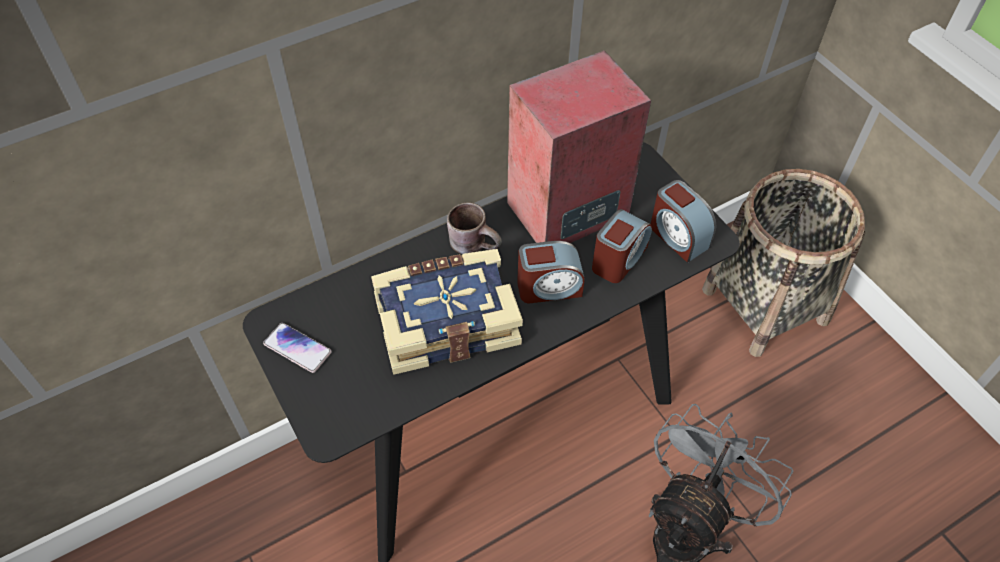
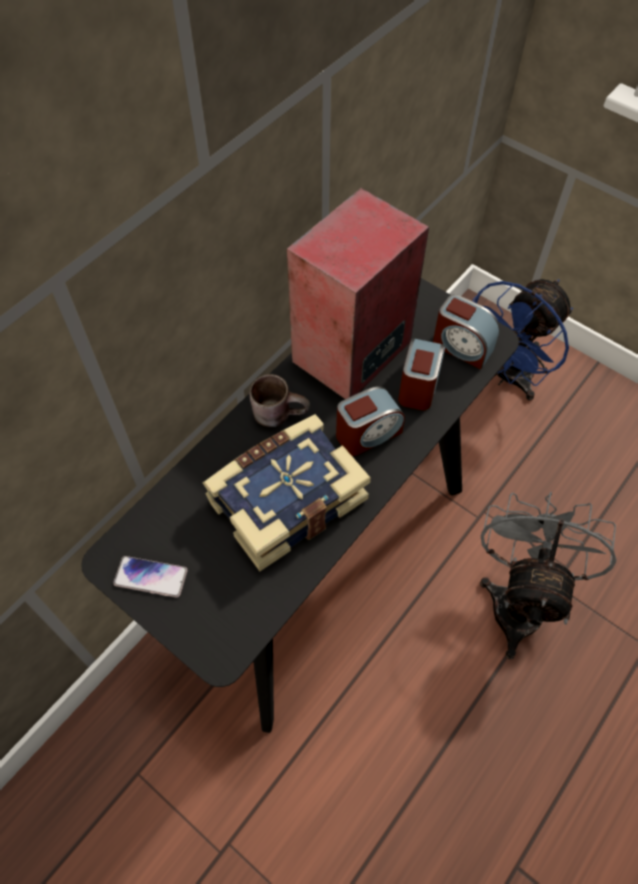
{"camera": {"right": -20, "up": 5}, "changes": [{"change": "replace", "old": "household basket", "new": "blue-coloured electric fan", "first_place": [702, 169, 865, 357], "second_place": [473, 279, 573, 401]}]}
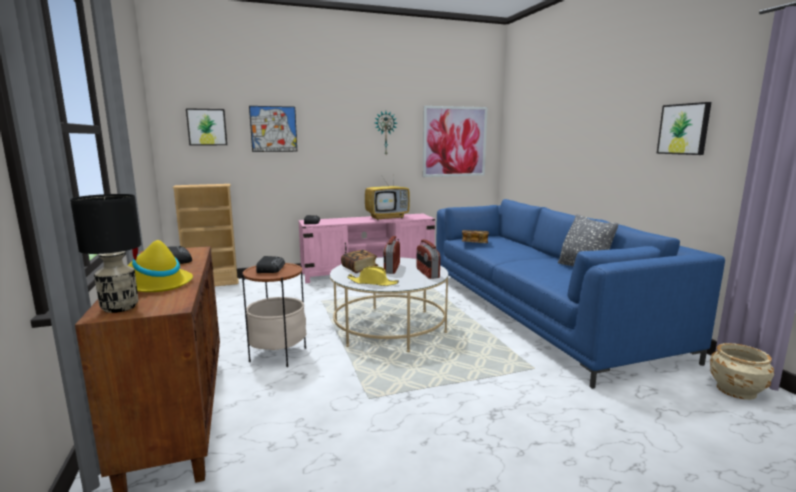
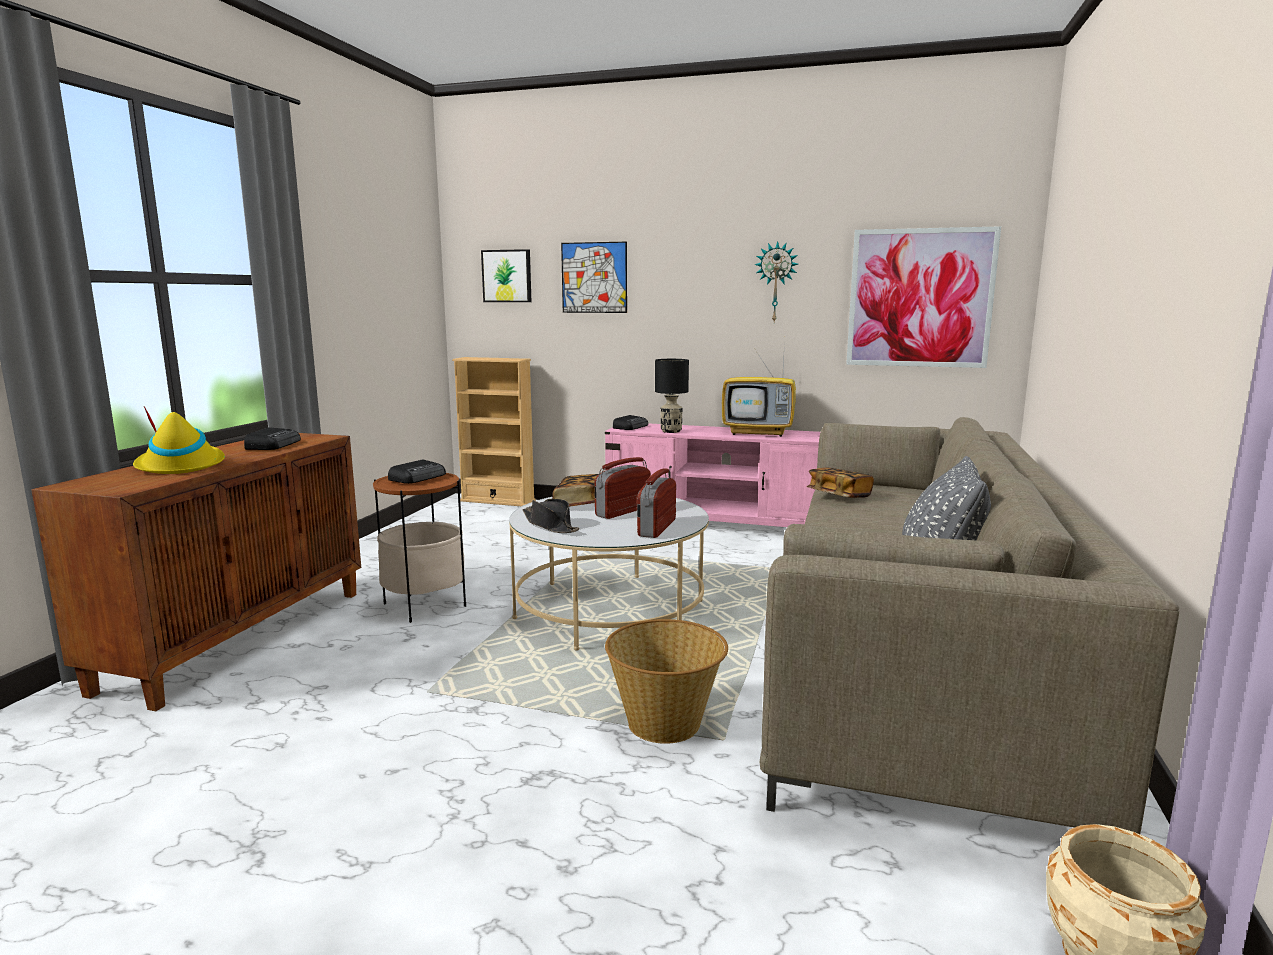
{"camera": {"right": 35, "up": 0}, "changes": [{"change": "move", "old": "black-coloured table lamp", "first_place": [70, 194, 141, 313], "second_place": [655, 359, 689, 433]}, {"change": "recolor", "old": "yellow-coloured clothing hat", "new": "black-coloured clothing hat", "first_place": [347, 266, 399, 286], "second_place": [522, 499, 580, 533]}, {"change": "recolor", "old": "blue-coloured couch", "new": "beige couch", "first_place": [436, 199, 725, 389], "second_place": [760, 417, 1179, 834]}, {"change": "delete", "old": "wall picture", "first_place": [657, 102, 711, 155]}, {"change": "insert", "new": "household basket", "second_place": [605, 619, 728, 744]}]}
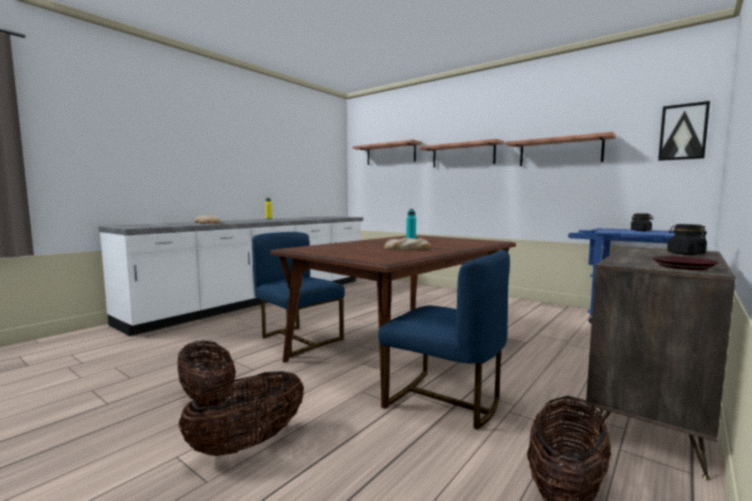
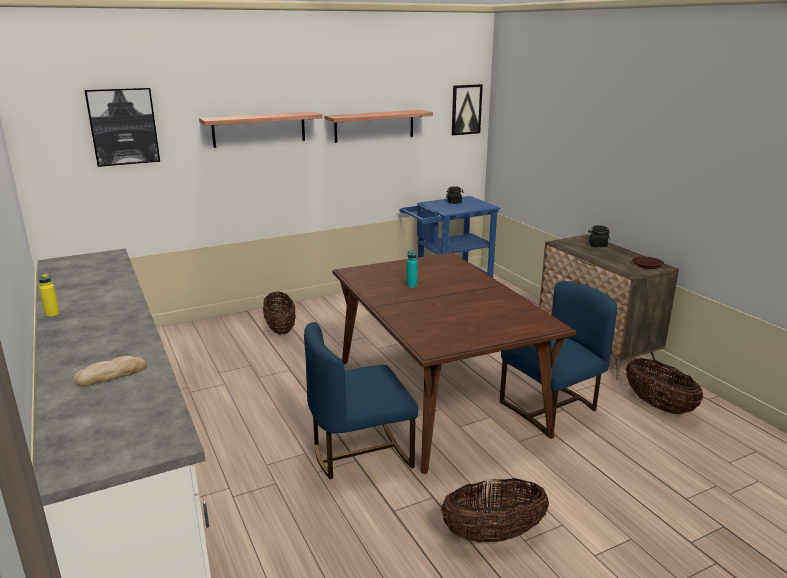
{"camera": {"right": -65, "up": 15}, "changes": [{"change": "move", "old": "household basket", "first_place": [178, 371, 304, 456], "second_place": [263, 292, 296, 335]}, {"change": "replace", "old": "bracket shelf", "new": "wall picture", "first_place": [353, 140, 422, 165], "second_place": [84, 88, 160, 167]}, {"change": "delete", "old": "bakery bread", "first_place": [384, 238, 431, 250]}]}
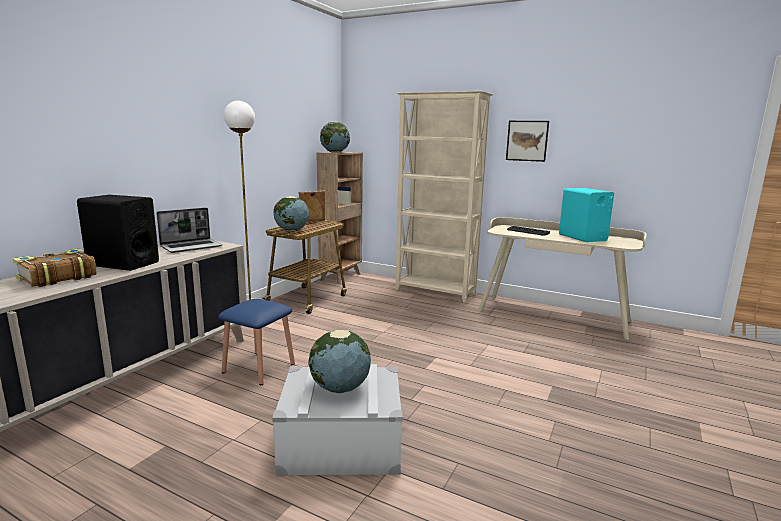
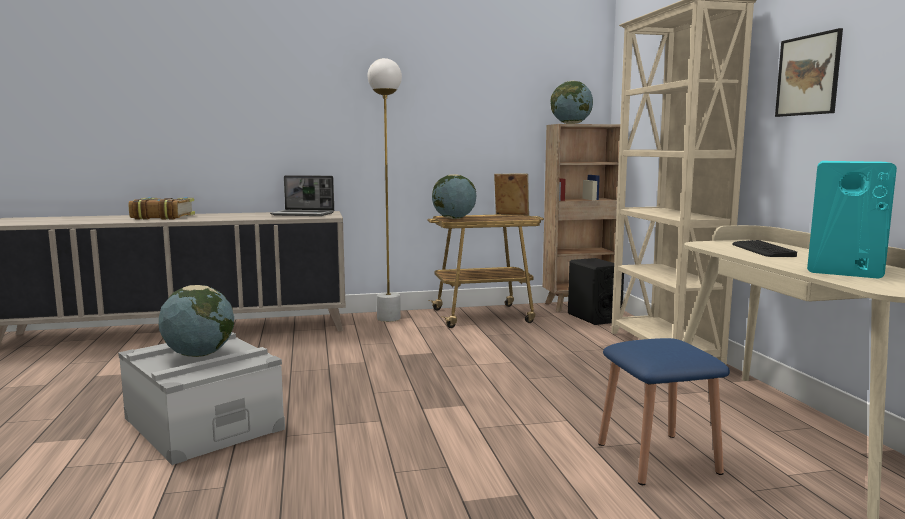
{"camera": {"right": 50, "up": -5}, "changes": [{"change": "move", "old": "black-coloured speaker", "first_place": [77, 195, 159, 271], "second_place": [568, 258, 624, 325]}, {"change": "move", "old": "blue-coloured sitting stool", "first_place": [218, 299, 295, 385], "second_place": [598, 338, 730, 485]}]}
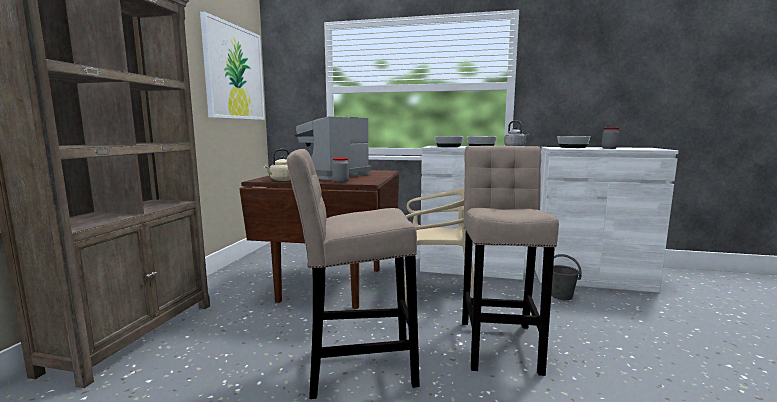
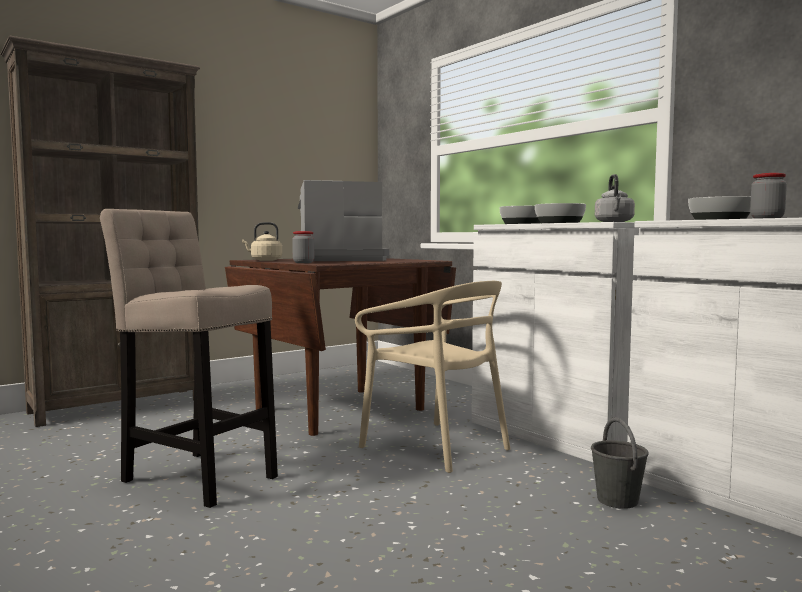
{"camera": {"right": 40, "up": -5}, "changes": [{"change": "delete", "old": "wall picture", "first_place": [200, 12, 265, 120]}, {"change": "delete", "old": "beige sitting stool", "first_place": [462, 146, 559, 376]}]}
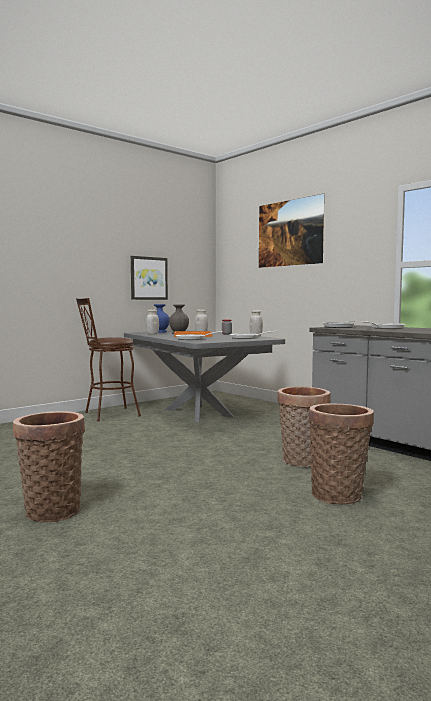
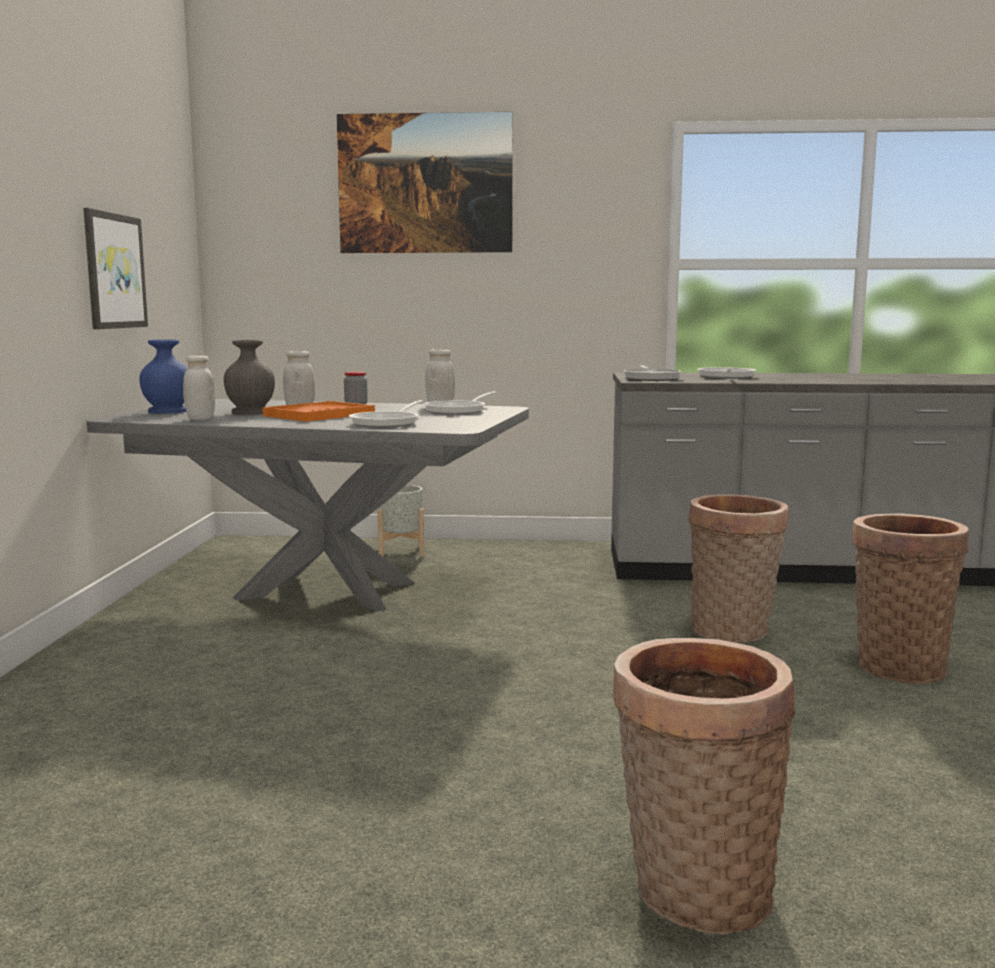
{"camera": {"right": -45, "up": 5}, "changes": [{"change": "delete", "old": "brown-coloured sitting stool", "first_place": [76, 298, 141, 421]}, {"change": "insert", "new": "gray plant pot", "second_place": [378, 485, 424, 557]}]}
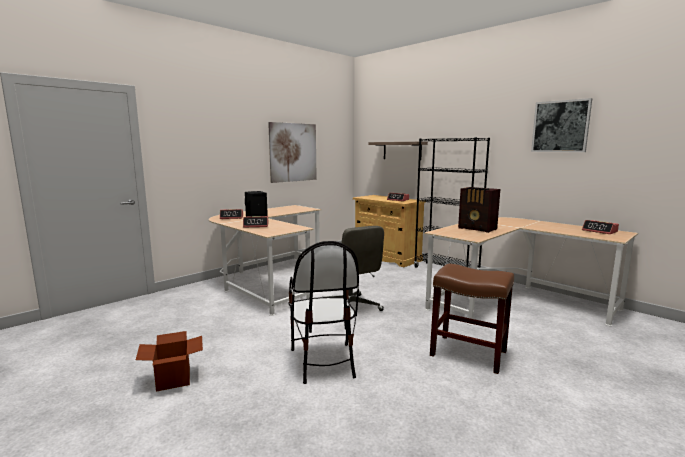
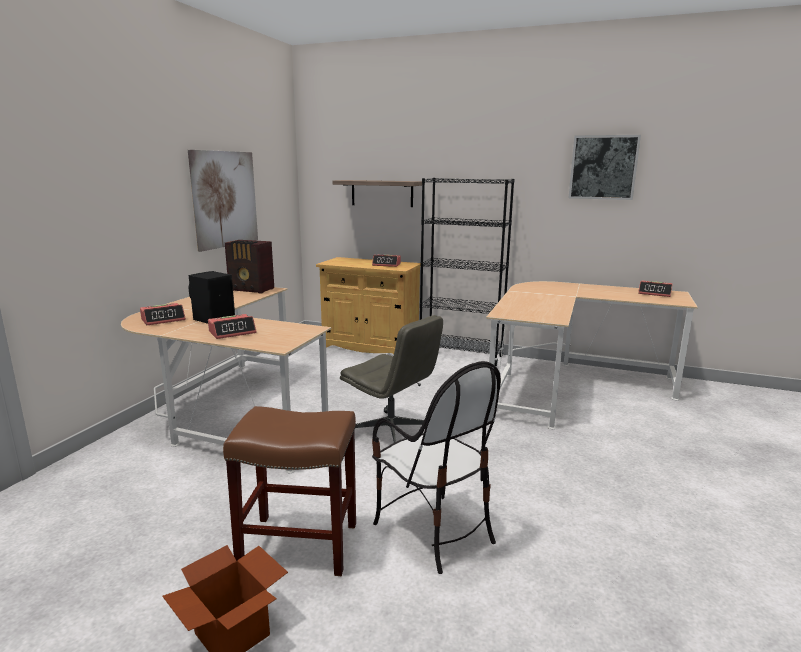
{"camera": {"right": -25, "up": 5}, "changes": [{"change": "move", "old": "brown-coloured sitting stool", "first_place": [430, 264, 514, 374], "second_place": [223, 406, 356, 576]}, {"change": "move", "old": "radio set", "first_place": [458, 187, 500, 233], "second_place": [225, 240, 274, 294]}]}
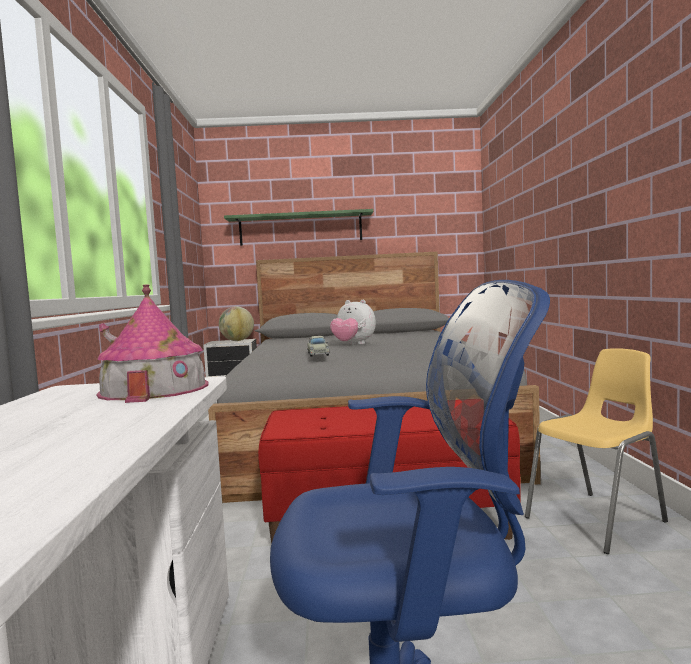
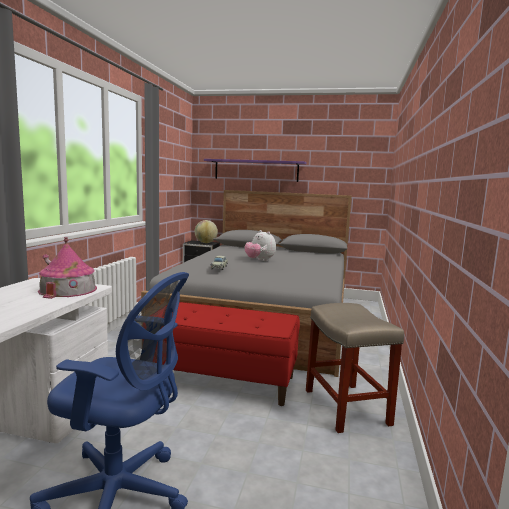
{"camera": {"right": 15, "up": 5}, "changes": [{"change": "recolor", "old": "greenish bracket shelf", "new": "purple-coloured bracket shelf", "first_place": [224, 209, 373, 246], "second_place": [204, 159, 307, 182]}, {"change": "replace", "old": "yellow-coloured plain chair", "new": "beige sitting stool", "first_place": [525, 348, 668, 554], "second_place": [306, 303, 404, 433]}]}
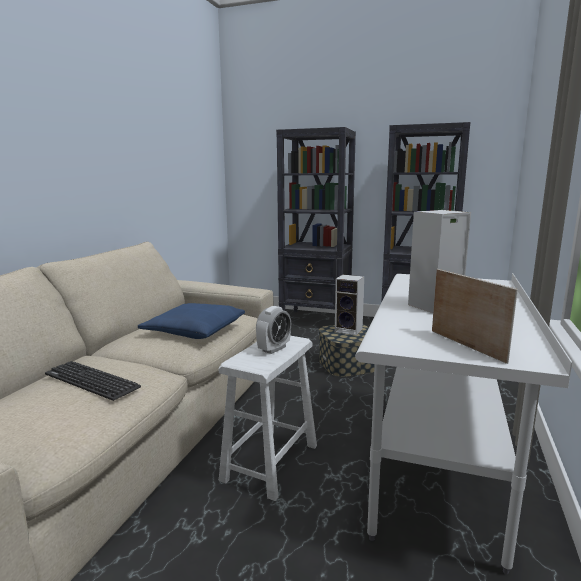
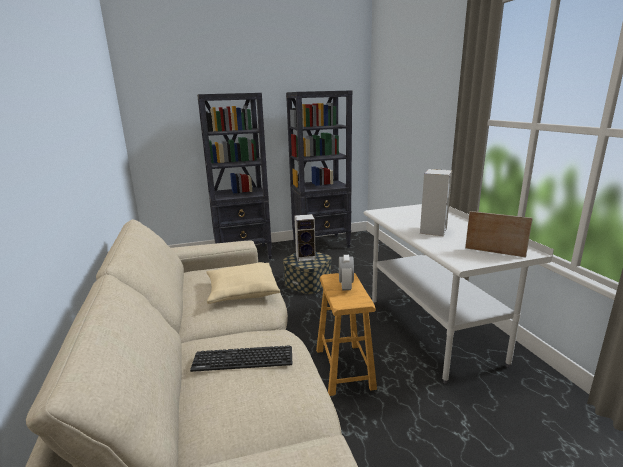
{"camera": {"right": -35, "up": 5}, "changes": [{"change": "recolor", "old": "blue-coloured cushion", "new": "beige cushion", "first_place": [138, 303, 245, 339], "second_place": [207, 262, 280, 304]}, {"change": "recolor", "old": "white-coloured sitting stool", "new": "brown-coloured sitting stool", "first_place": [218, 336, 317, 501], "second_place": [316, 273, 377, 396]}]}
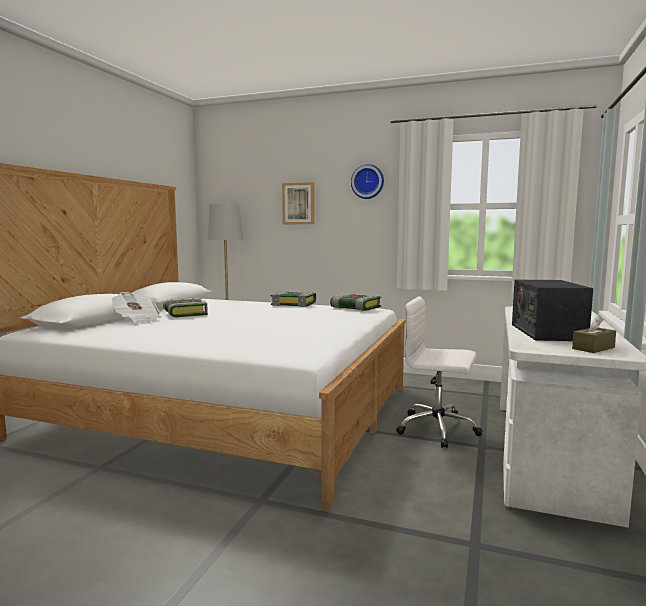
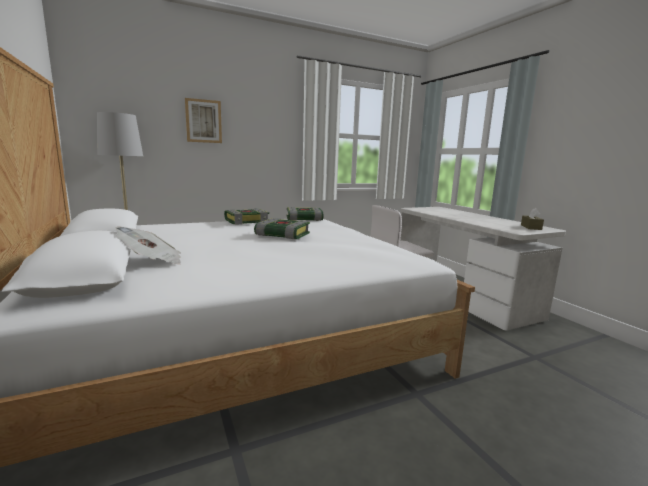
{"camera": {"right": -45, "up": 5}, "changes": [{"change": "move", "old": "book", "first_place": [163, 298, 208, 317], "second_place": [254, 218, 310, 239]}, {"change": "delete", "old": "hanging clock", "first_place": [351, 164, 384, 199]}, {"change": "delete", "old": "radio set", "first_place": [512, 280, 593, 341]}]}
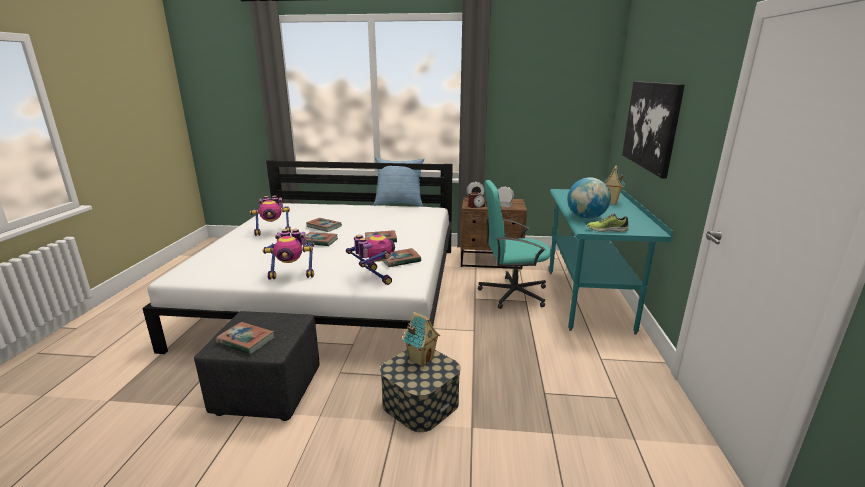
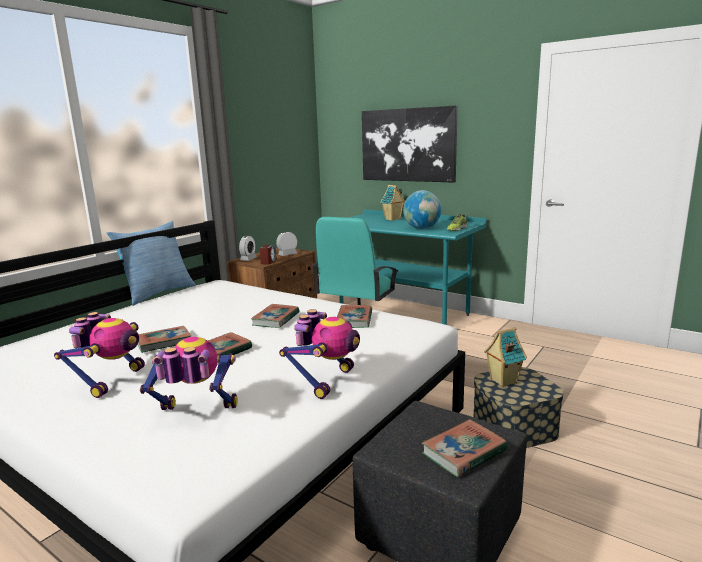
{"camera": {"right": -60, "up": -5}, "changes": [{"change": "move", "old": "robot figure", "first_place": [346, 235, 395, 285], "second_place": [140, 337, 238, 410]}]}
